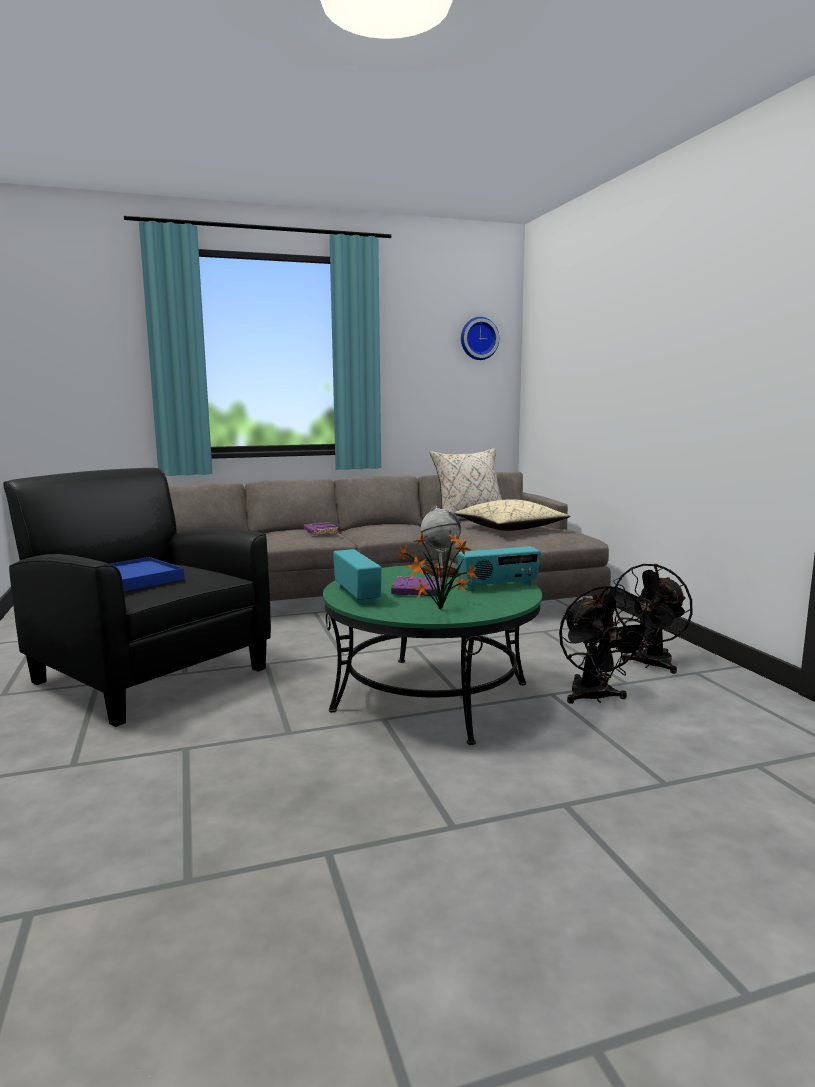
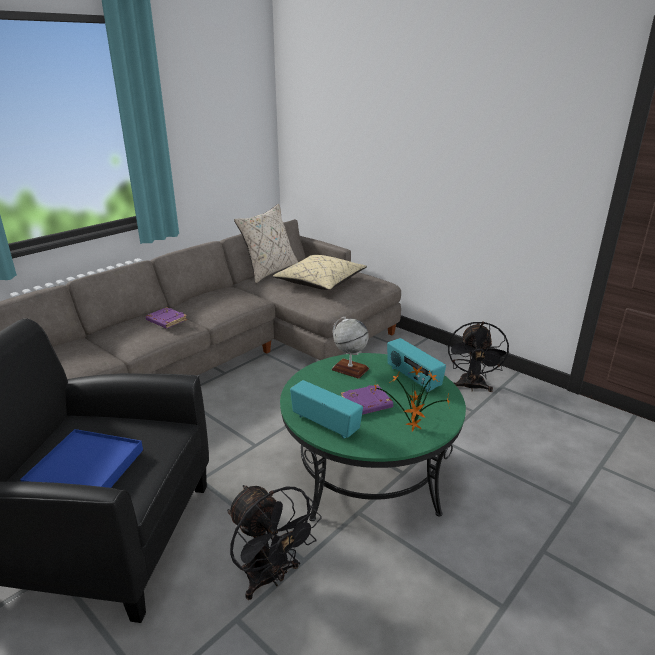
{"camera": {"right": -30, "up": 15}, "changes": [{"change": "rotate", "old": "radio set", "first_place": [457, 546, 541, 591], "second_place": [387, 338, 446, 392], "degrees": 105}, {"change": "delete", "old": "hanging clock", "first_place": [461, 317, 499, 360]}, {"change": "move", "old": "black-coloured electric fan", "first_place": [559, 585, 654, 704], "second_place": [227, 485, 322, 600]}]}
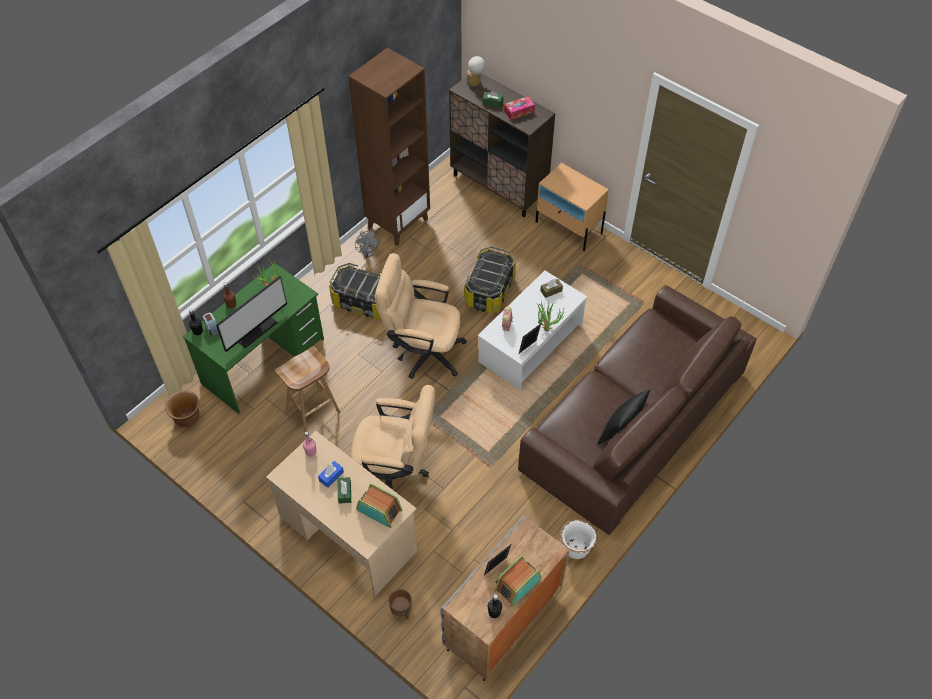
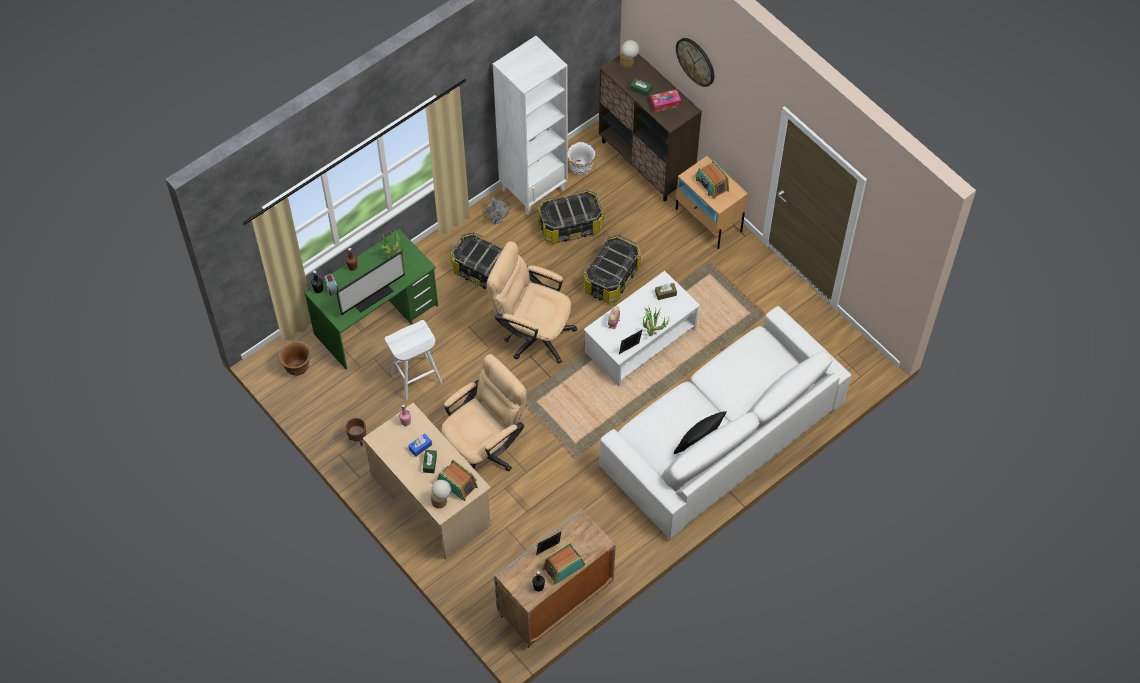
{"camera": {"right": 10, "up": 5}, "changes": [{"change": "recolor", "old": "brown-coloured sitting stool", "new": "white-coloured sitting stool", "first_place": [275, 346, 341, 432], "second_place": [385, 320, 442, 400]}, {"change": "recolor", "old": "brown-coloured bookshelf", "new": "white-coloured bookshelf", "first_place": [348, 48, 430, 246], "second_place": [493, 36, 568, 215]}, {"change": "rotate", "old": "beige office chair", "first_place": [351, 385, 435, 490], "second_place": [441, 354, 527, 471], "degrees": -60}, {"change": "move", "old": "brown-coloured plant pot", "first_place": [389, 589, 412, 620], "second_place": [345, 418, 366, 446]}, {"change": "recolor", "old": "brown-coloured couch", "new": "white-coloured couch", "first_place": [518, 285, 757, 535], "second_place": [599, 306, 851, 539]}, {"change": "move", "old": "white-coloured plant pot", "first_place": [560, 519, 597, 559], "second_place": [568, 141, 596, 175]}, {"change": "insert", "new": "table lamp", "second_place": [431, 480, 451, 508]}, {"change": "insert", "new": "storage container", "second_place": [538, 189, 603, 244]}, {"change": "insert", "new": "hanging clock", "second_place": [676, 38, 714, 87]}, {"change": "insert", "new": "radio set", "second_place": [696, 160, 729, 199]}]}
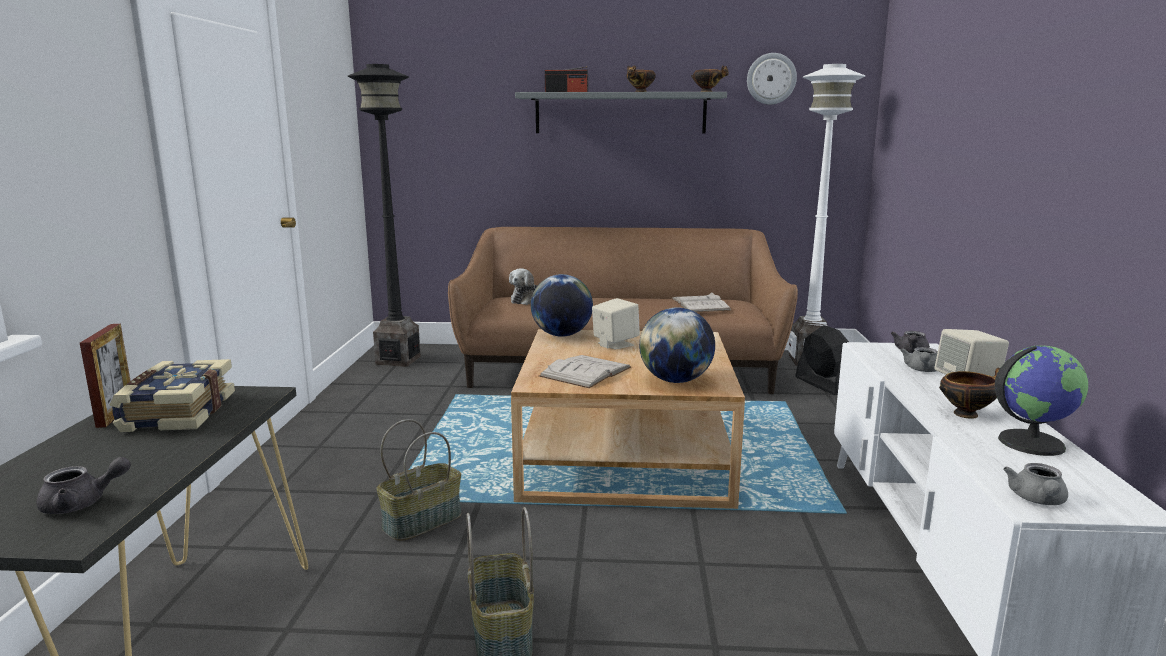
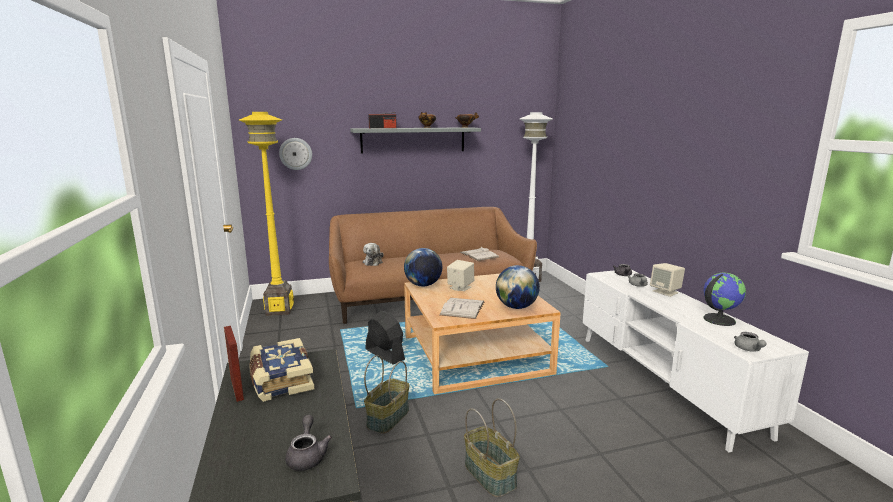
{"camera": {"right": -20, "up": 0}, "changes": [{"change": "rotate", "old": "gray teapot", "first_place": [36, 457, 131, 514], "second_place": [285, 415, 332, 471], "degrees": -60}, {"change": "recolor", "old": "black-coloured standard lamp", "new": "yellow-coloured standard lamp", "first_place": [348, 64, 421, 367], "second_place": [239, 112, 294, 316]}, {"change": "move", "old": "hanging clock", "first_place": [747, 53, 797, 105], "second_place": [279, 138, 312, 170]}, {"change": "move", "old": "black-coloured electric fan", "first_place": [795, 325, 849, 395], "second_place": [365, 311, 405, 365]}, {"change": "delete", "old": "deep dish", "first_place": [939, 367, 1000, 419]}]}
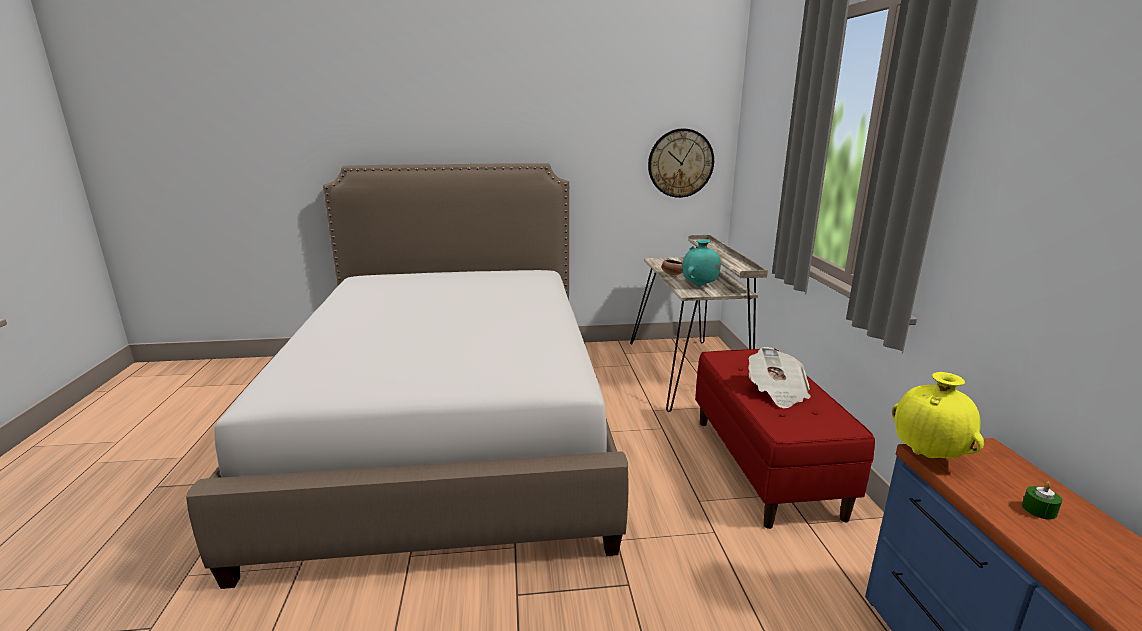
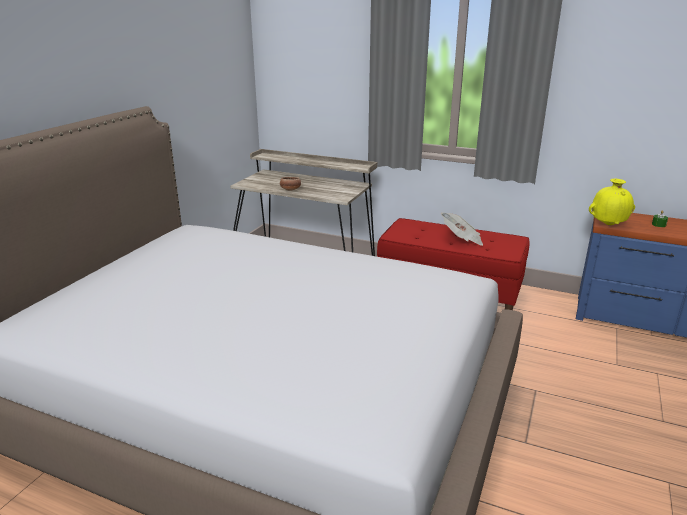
{"camera": {"right": -60, "up": 5}, "changes": [{"change": "delete", "old": "hanging clock", "first_place": [648, 129, 714, 198]}, {"change": "delete", "old": "turquoise vase", "first_place": [682, 239, 721, 287]}]}
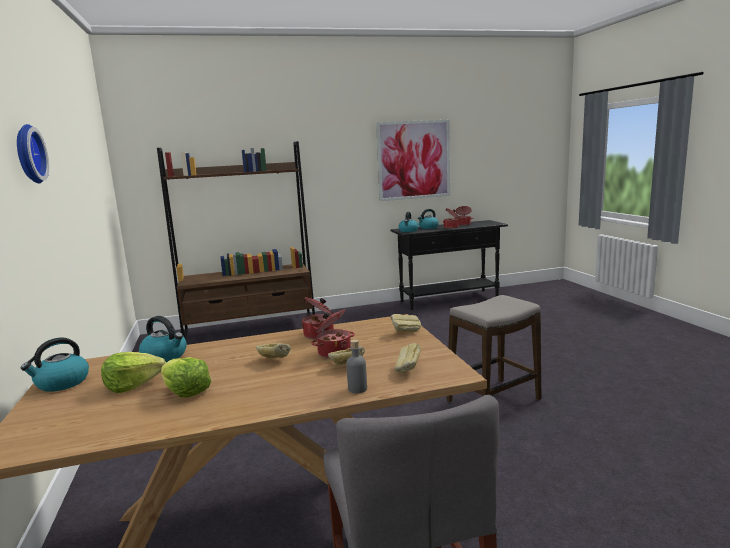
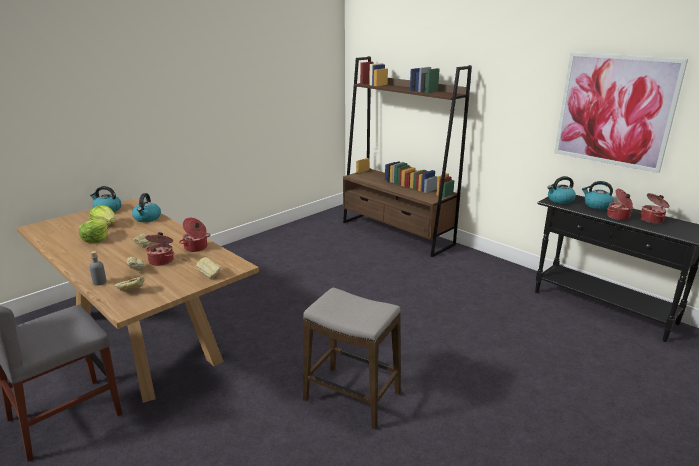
{"camera": {"right": 60, "up": 10}, "changes": [{"change": "delete", "old": "hanging clock", "first_place": [17, 124, 49, 183]}]}
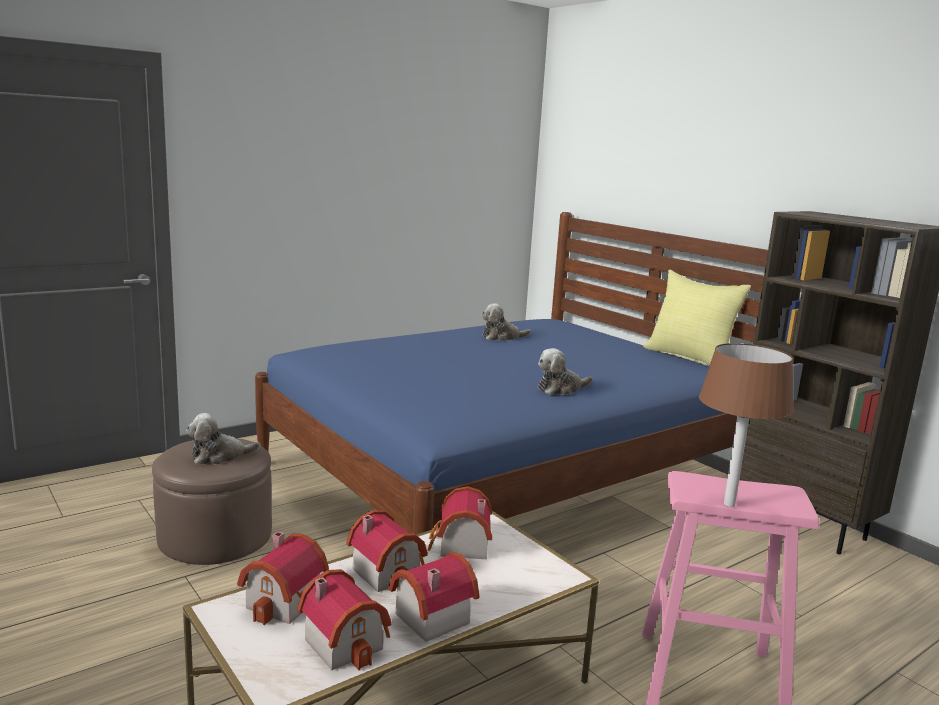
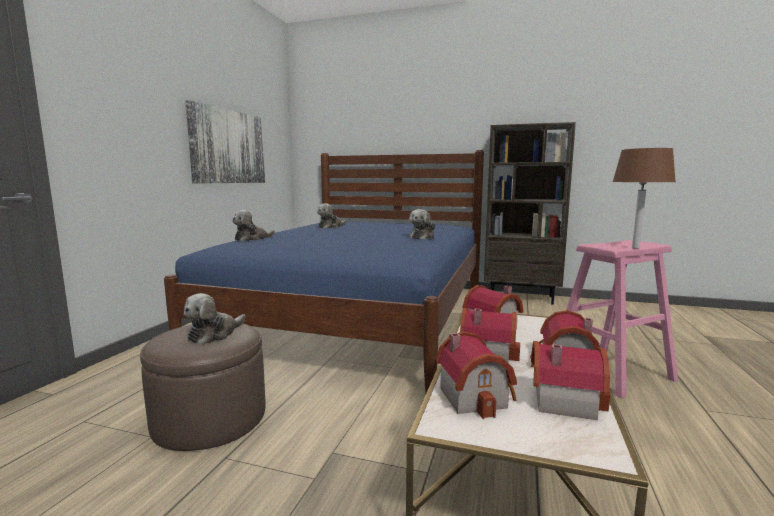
{"camera": {"right": -35, "up": -5}, "changes": [{"change": "delete", "old": "yellow-coloured cushion", "first_place": [643, 270, 751, 366]}, {"change": "insert", "new": "wall picture", "second_place": [185, 100, 265, 184]}, {"change": "insert", "new": "cuddly toy", "second_place": [232, 210, 275, 241]}]}
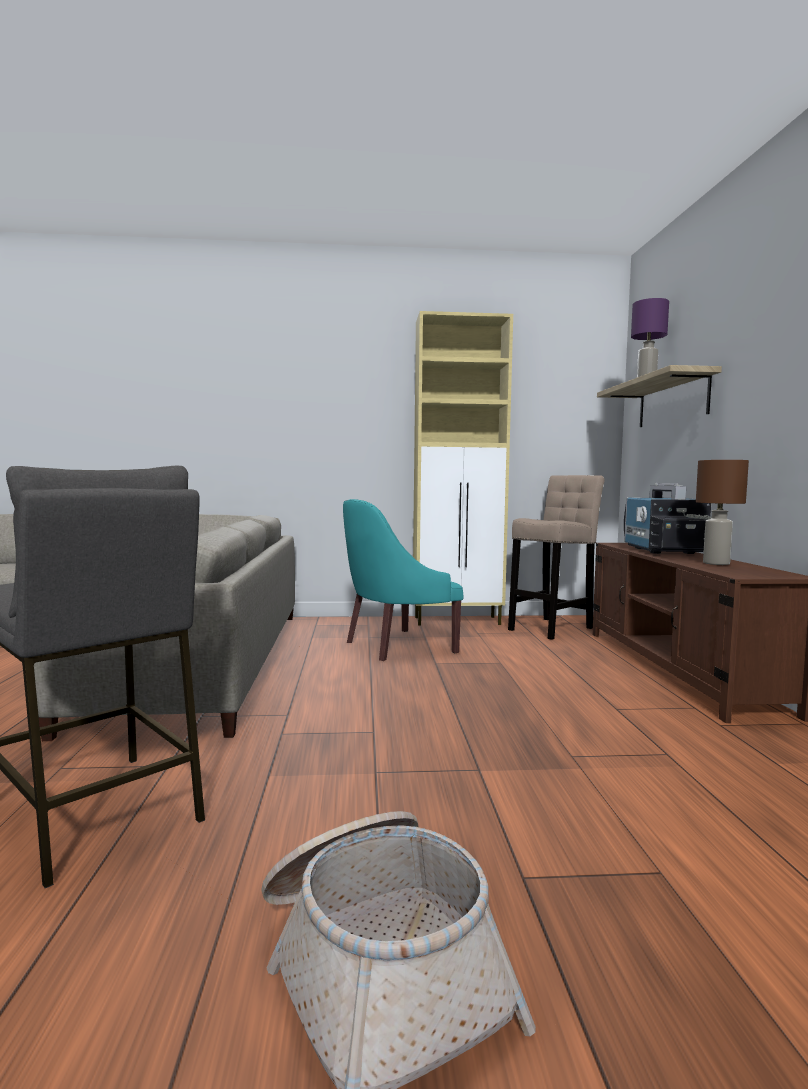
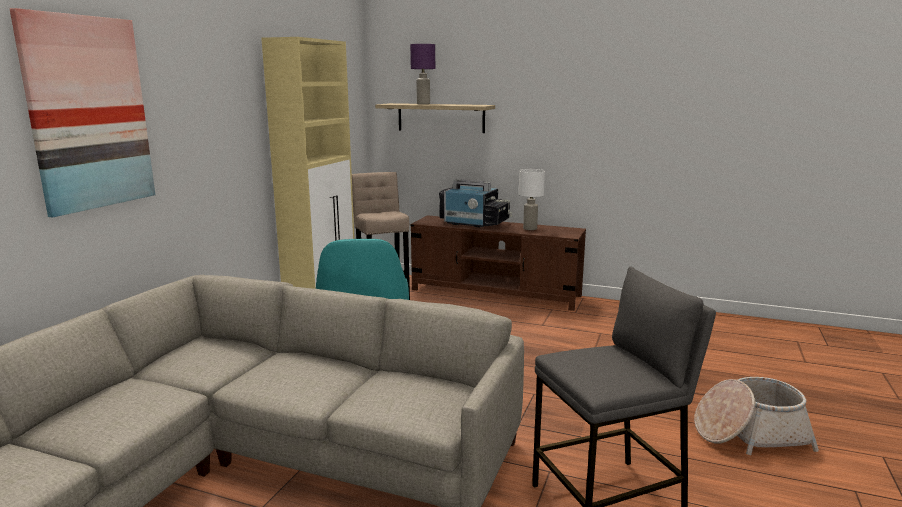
{"camera": {"right": -65, "up": 10}, "changes": [{"change": "recolor", "old": "brown-coloured table lamp", "new": "white-coloured table lamp", "first_place": [696, 460, 749, 565], "second_place": [519, 169, 545, 230]}, {"change": "insert", "new": "wall picture", "second_place": [9, 8, 155, 217]}]}
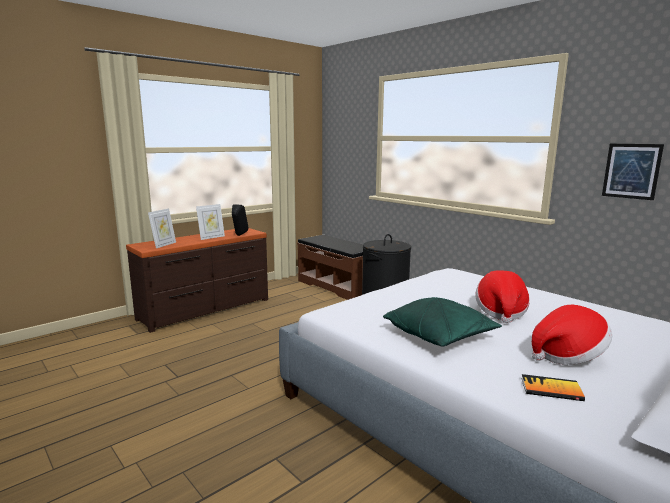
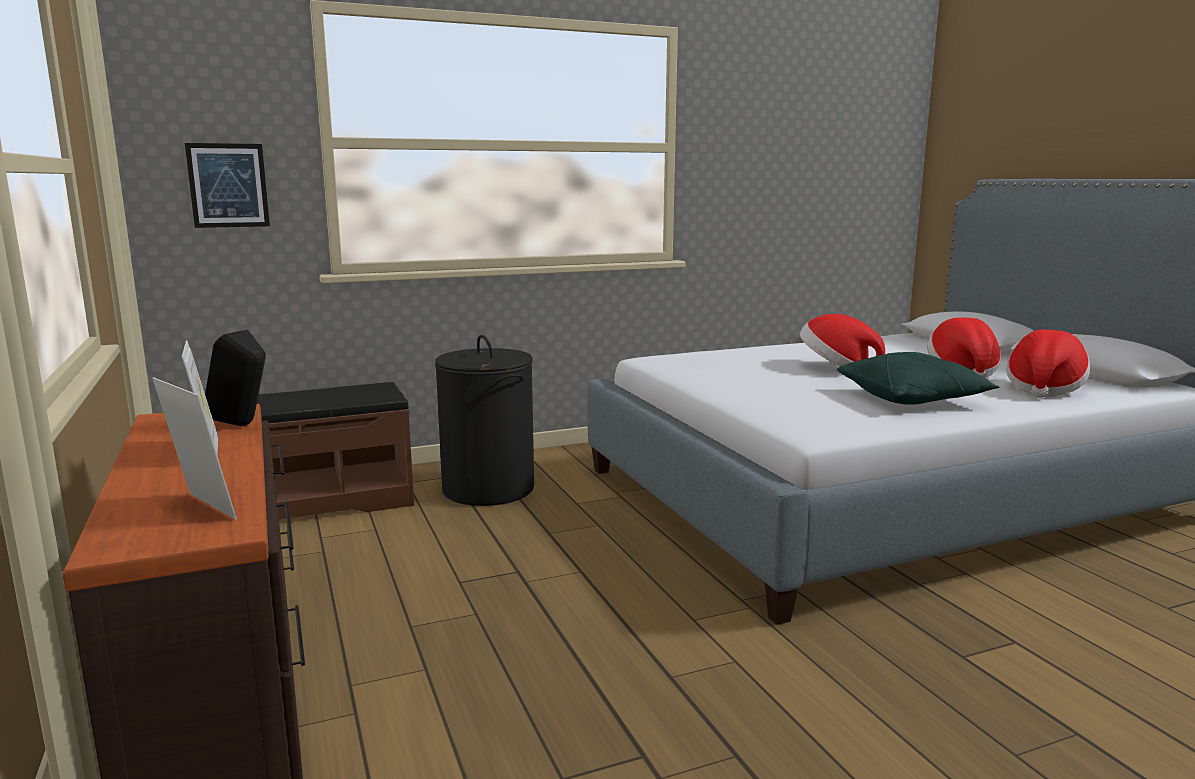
{"camera": {"right": -70, "up": 0}, "changes": [{"change": "replace", "old": "book", "new": "clothing hat", "first_place": [521, 374, 585, 401], "second_place": [1006, 330, 1090, 398]}, {"change": "move", "old": "wall picture", "first_place": [602, 144, 664, 200], "second_place": [185, 143, 270, 228]}]}
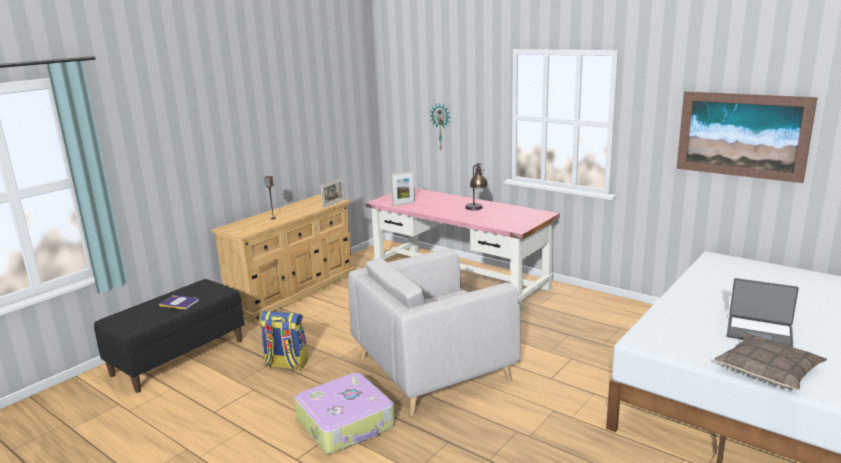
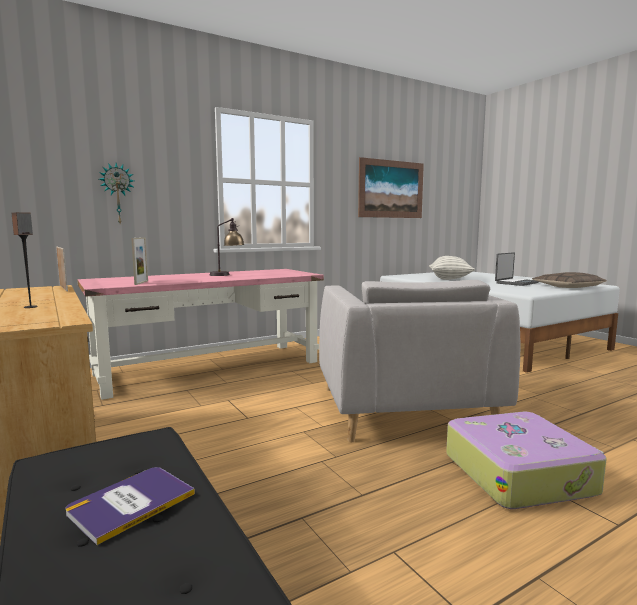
{"camera": {"right": -70, "up": -10}, "changes": [{"change": "delete", "old": "knapsack", "first_place": [260, 311, 308, 370]}, {"change": "insert", "new": "cushion", "second_place": [429, 256, 475, 280]}]}
